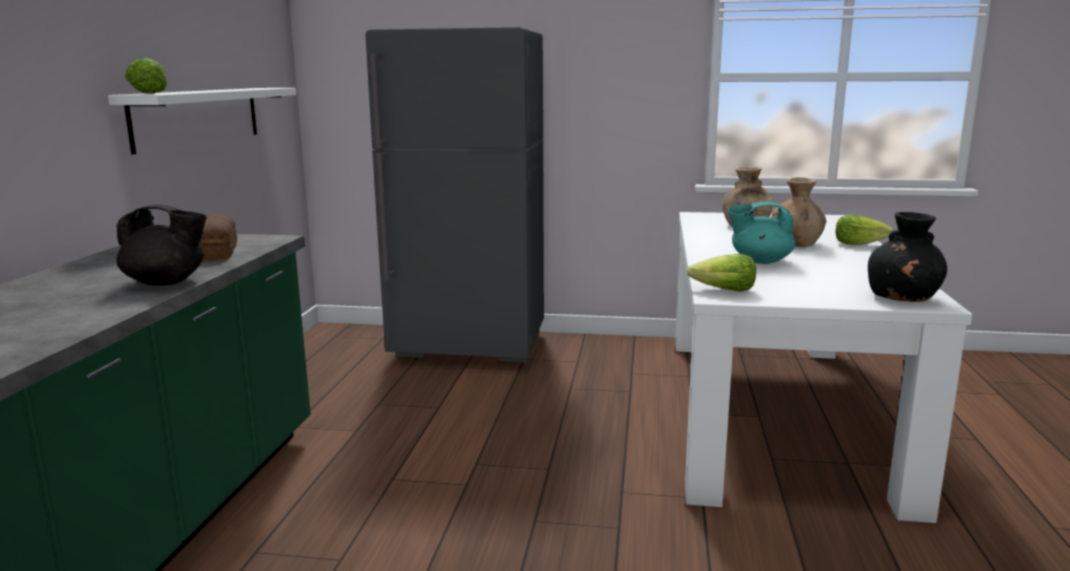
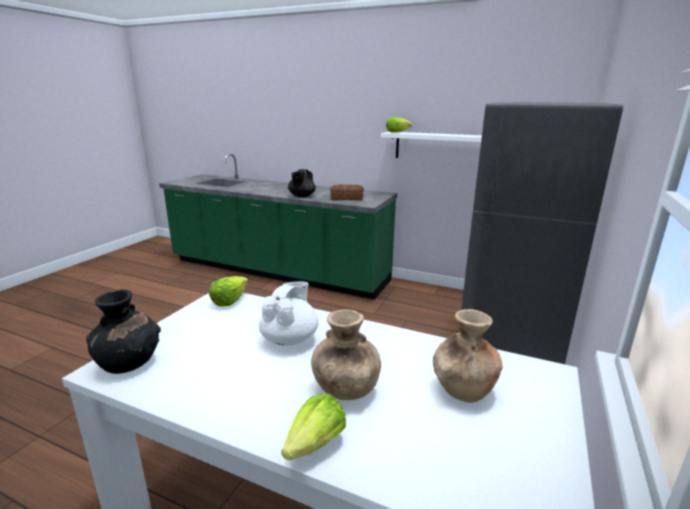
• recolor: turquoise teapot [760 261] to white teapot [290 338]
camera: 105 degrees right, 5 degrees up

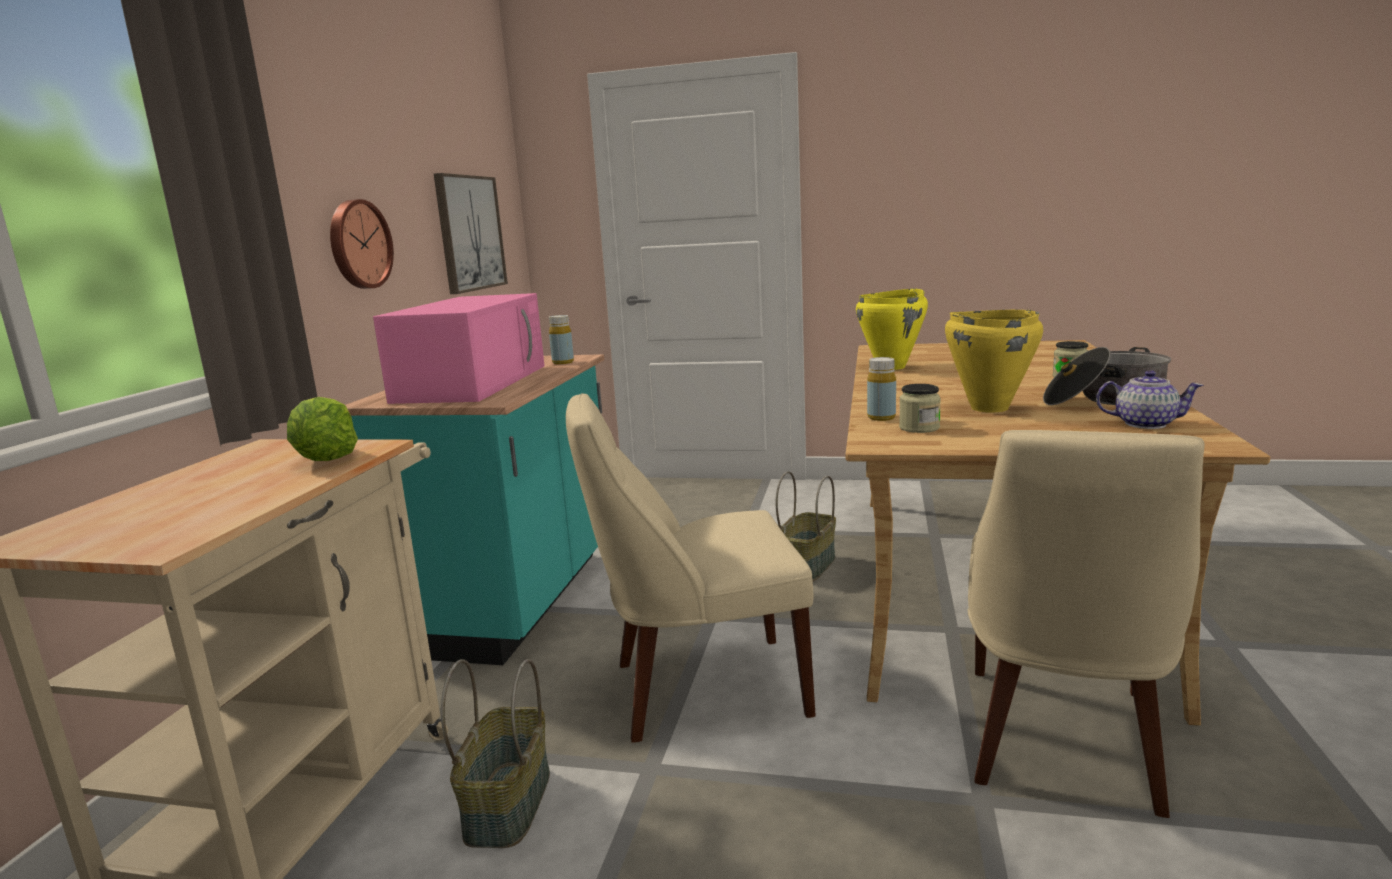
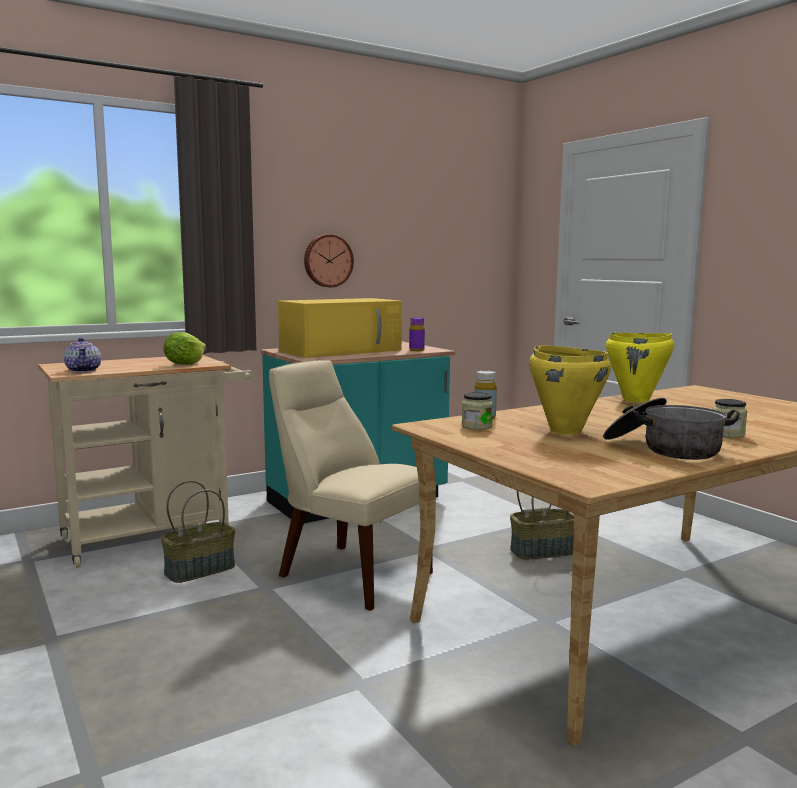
• delete: picture [469 233]
• recolor: pink microwave [473 382] to yellow microwave [342 350]
• recolor: yellow bottle [563 362] to purple bottle [416 350]
• move: teapot [1144 424] to [84 370]
• delete: beige chair [1060 742]
camera: 45 degrees right, 5 degrees down

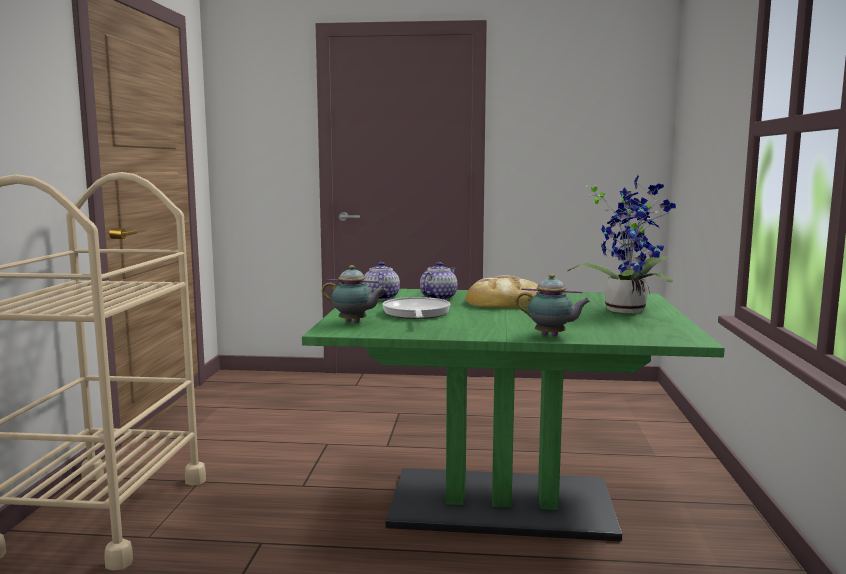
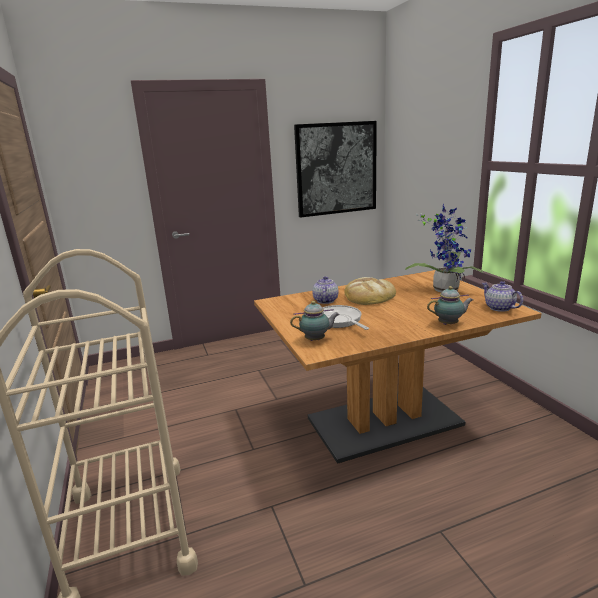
• move: teapot [380 298] to [499 308]
• recolor: green dining table [501 504] to brown dining table [384 422]
• insert: picture [336 169]
camera: 25 degrees left, 10 degrees up

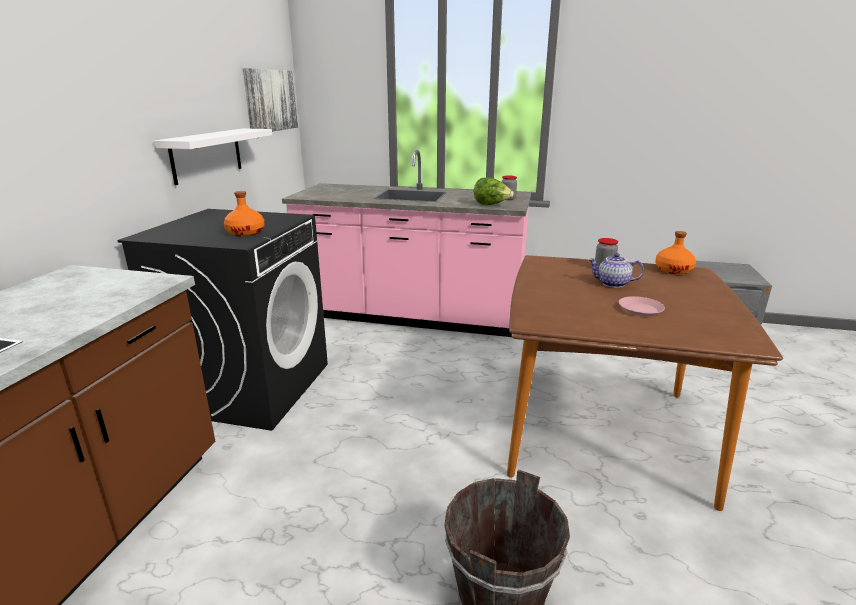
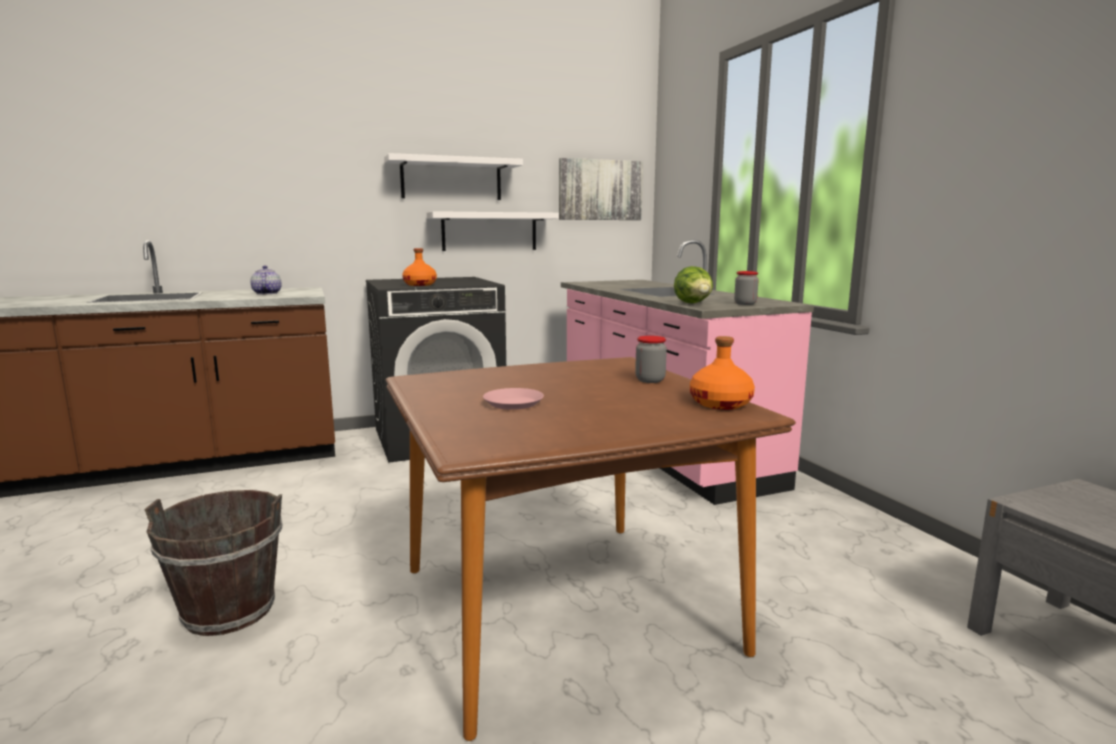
• move: teapot [612 284] to [266 293]
• insert: white shelf [451 179]
camera: 55 degrees right, 10 degrees down

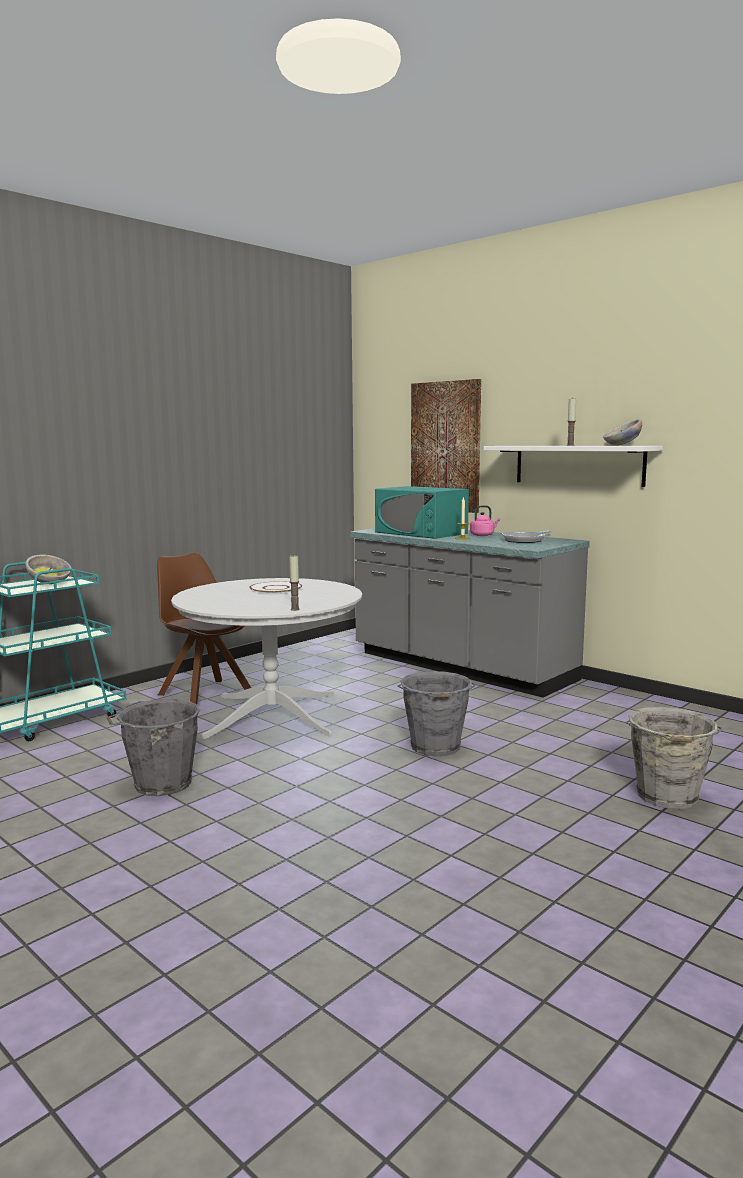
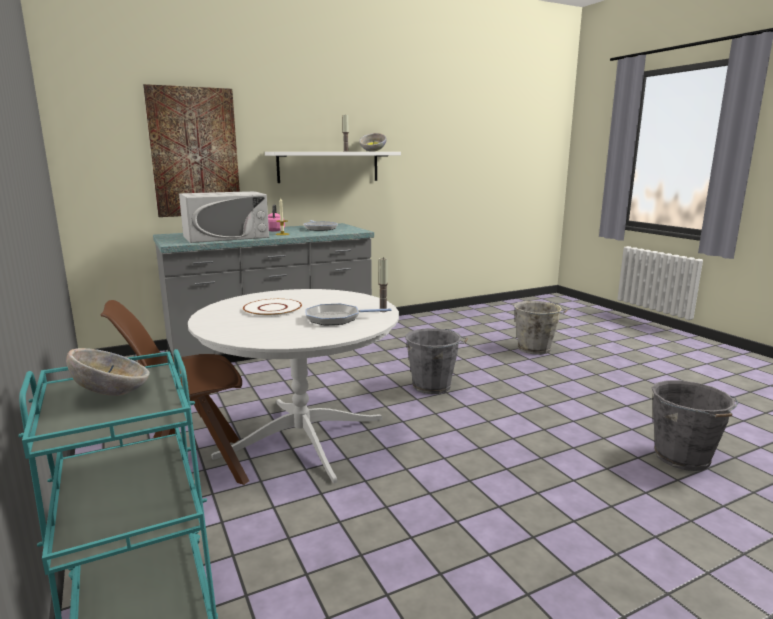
• recolor: turquoise microwave [421 533] to white microwave [226 236]
• move: grey bucket [160 784] to [683 458]
• insert: frying pan [336 318]
camera: 70 degrees left, 5 degrees up

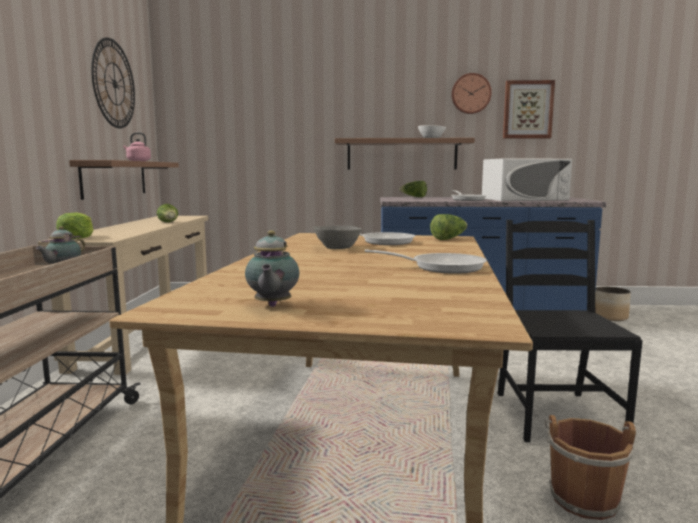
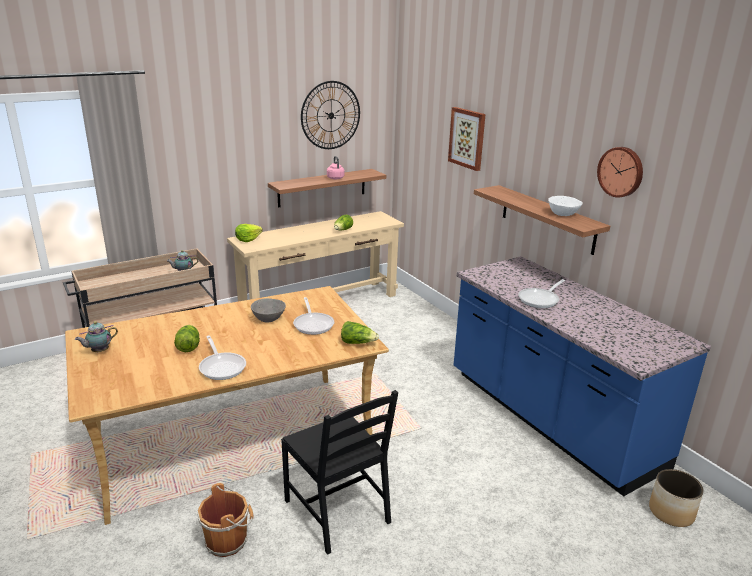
• move: picture [527 110] to [467 138]
• delete: white microwave [524 199]
• move: lettuce [414 197] to [188 346]
• rotate: black chair [555 415] = [338 511] 90 degrees clockwise
camera: 55 degrees right, 15 degrees up

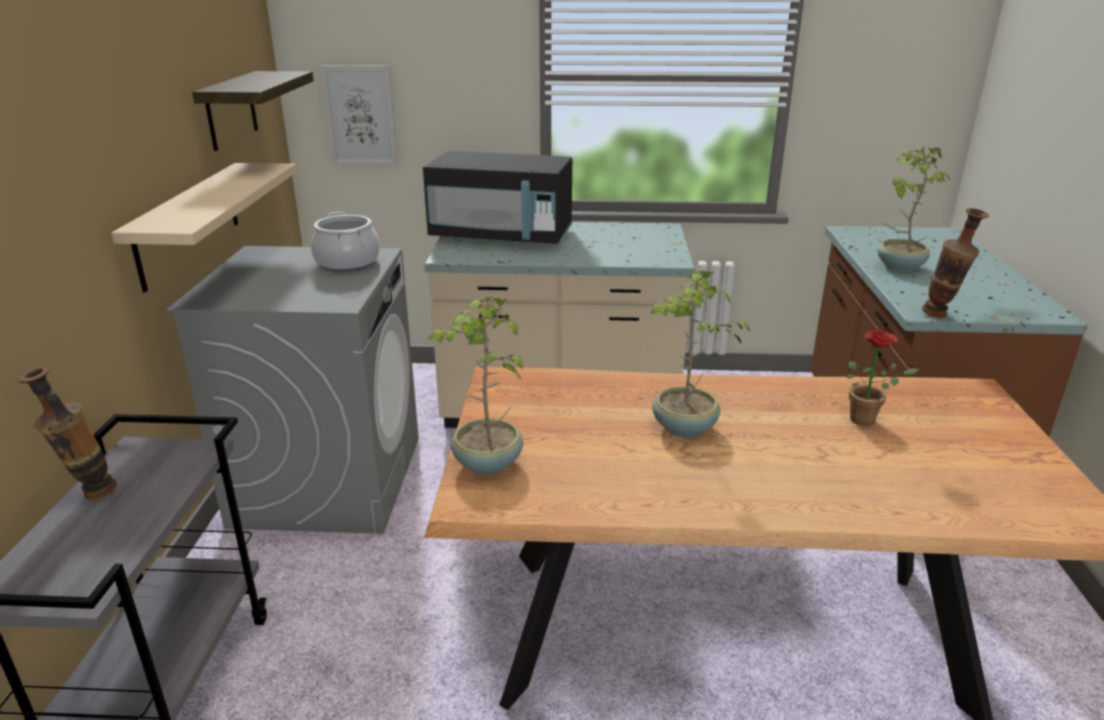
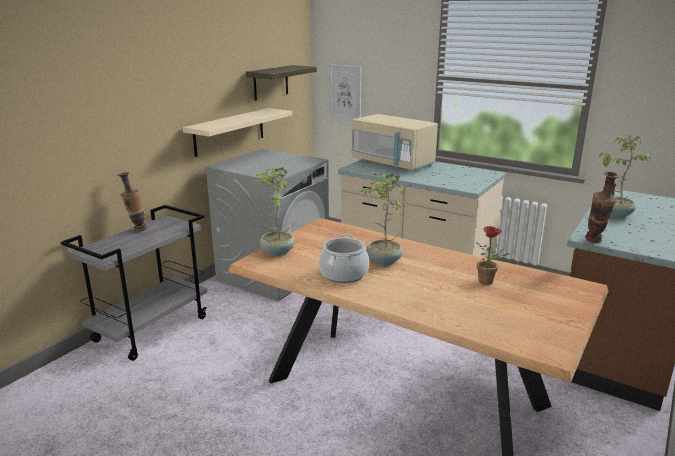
• recolor: black microwave [502 236] to beige microwave [392 163]
• move: cooking pot [347 262] to [344 274]
camera: 30 degrees right, 5 degrees down

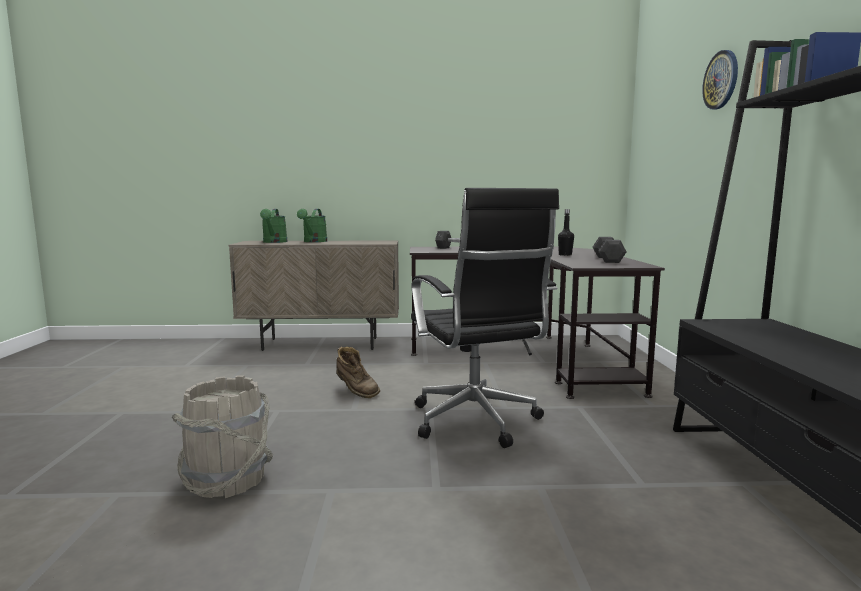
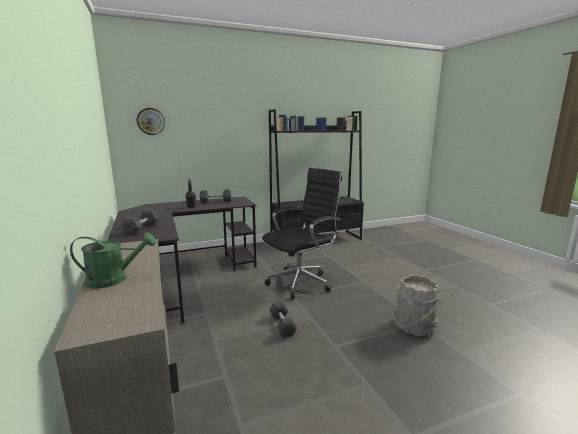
• move: wall clock [721 80] to [151 121]
• delete: green watering can [274 242]
• replace: brown boot [356 392] to grey dumbbell [282 325]
camera: 110 degrees left, 5 degrees up

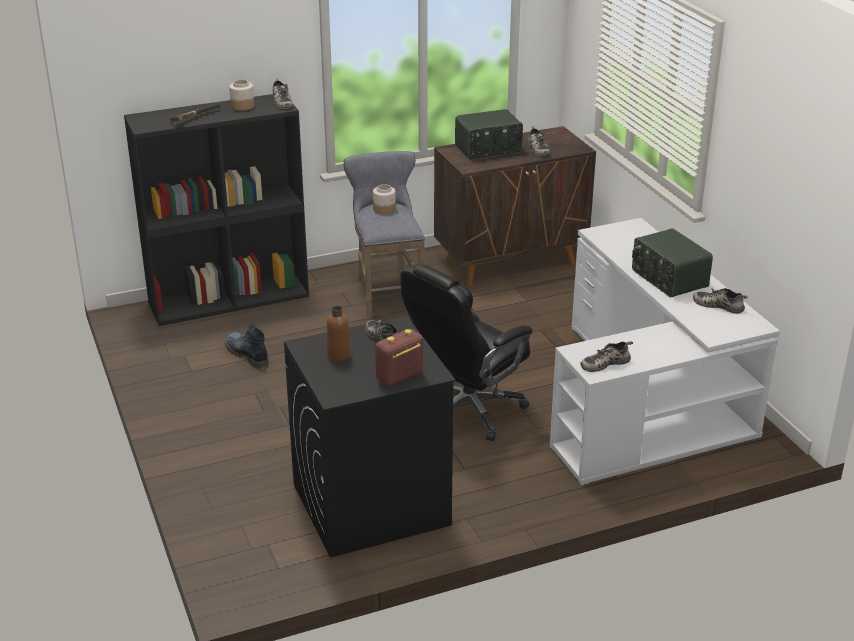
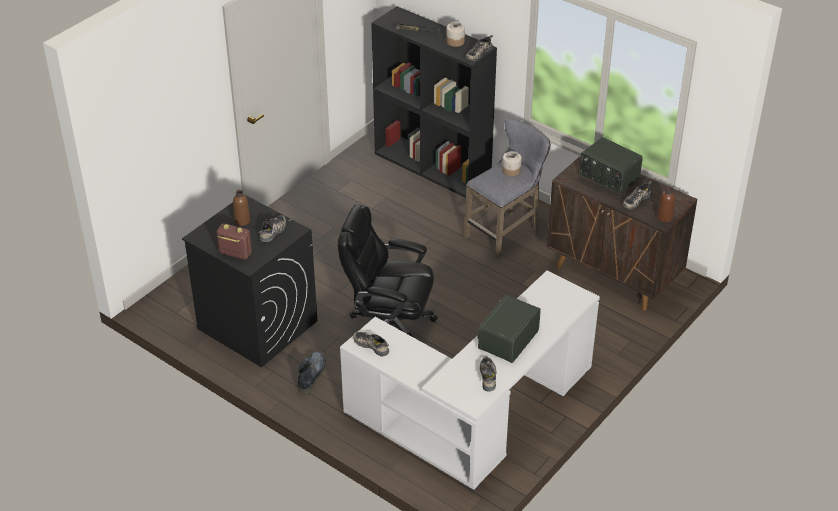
• move: boot [246 354] to [312 374]
• insert: brown bottle [664 217]
camera: 60 degrees right, 10 degrees up

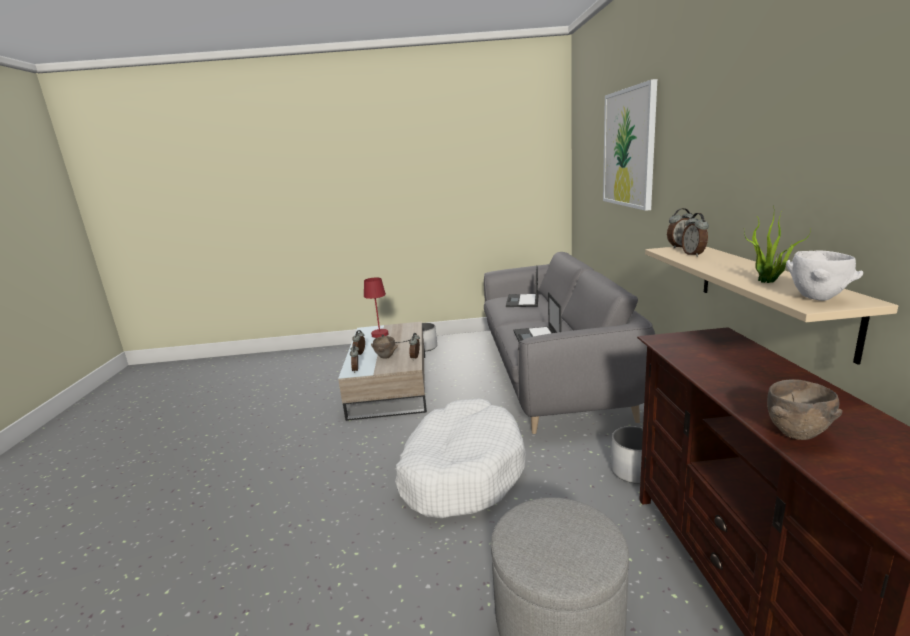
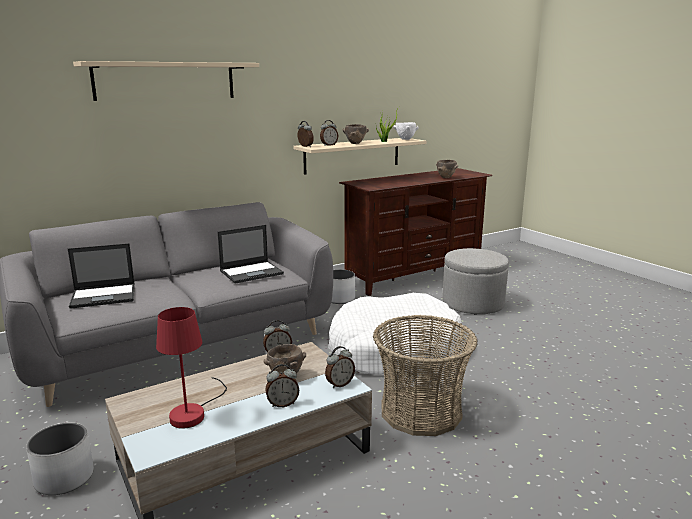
• replace: picture [629 148] to beige shelf [165 81]
• insert: brown bowl [355 143]
• insert: basket [420 411]
camera: 120 degrees left, 0 degrees up

